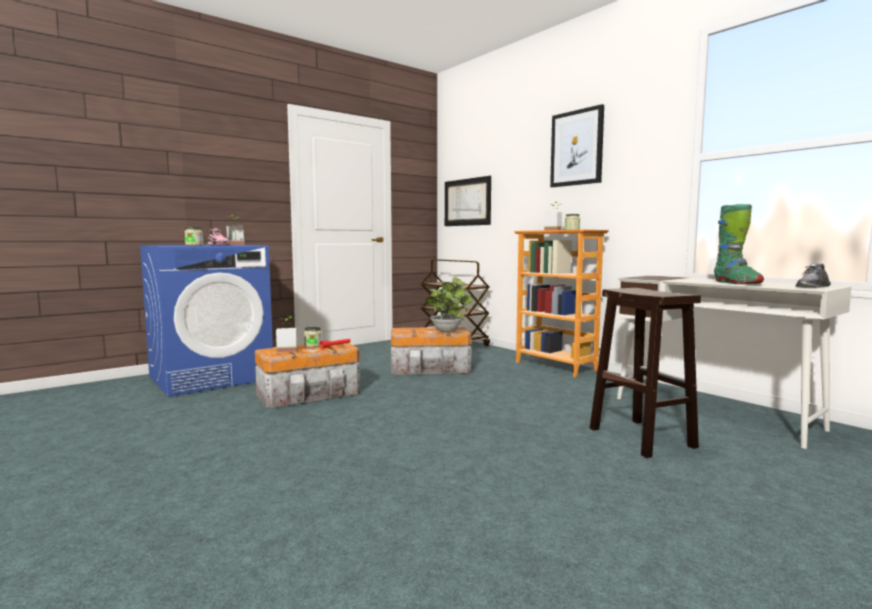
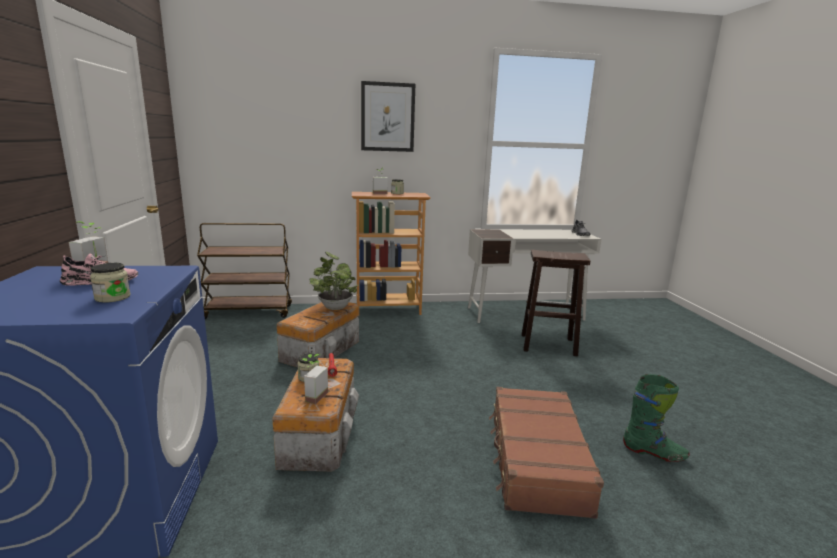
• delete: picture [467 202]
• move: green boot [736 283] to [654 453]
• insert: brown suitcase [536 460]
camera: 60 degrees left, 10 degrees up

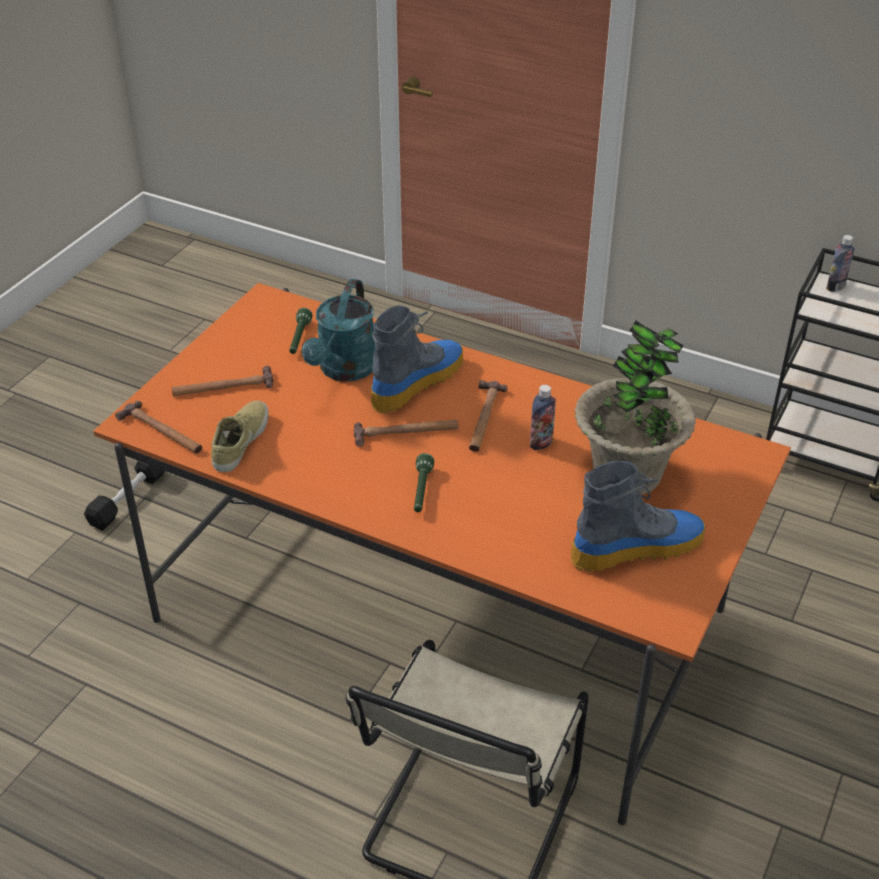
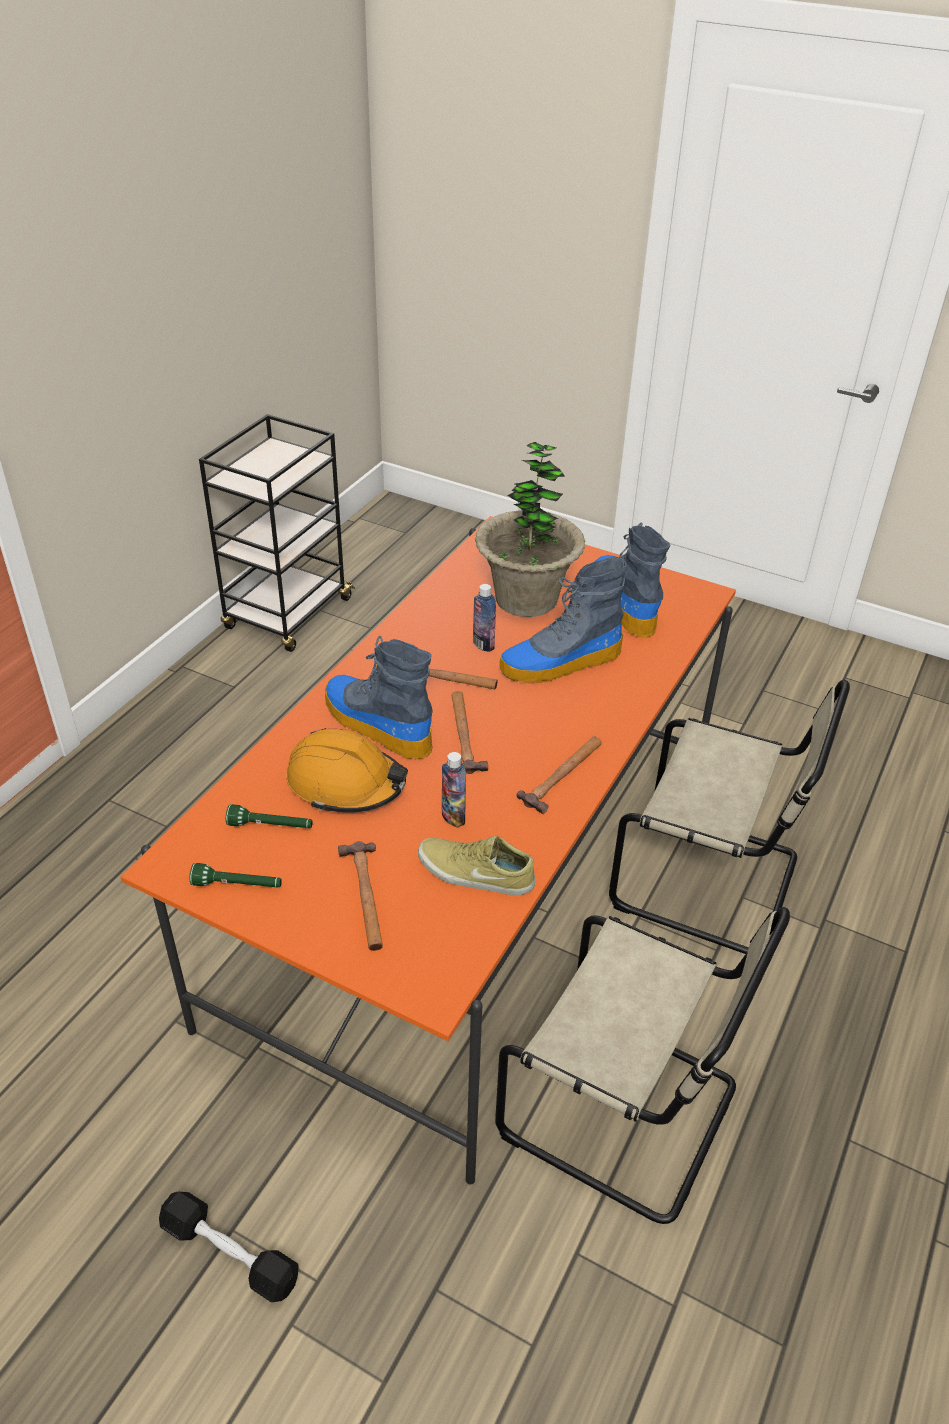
• move: bottle [835 287] to [453 817]
• replace: turquoise watering can [344 370] to orange hard hat [346 783]
• move: hammer [161 432] to [563 775]
• move: green flashlight [421 491] to [238 885]
• insert: boot [560 663]
• insert: beige chair [627 1112]
camera: 90 degrees left, 0 degrees up

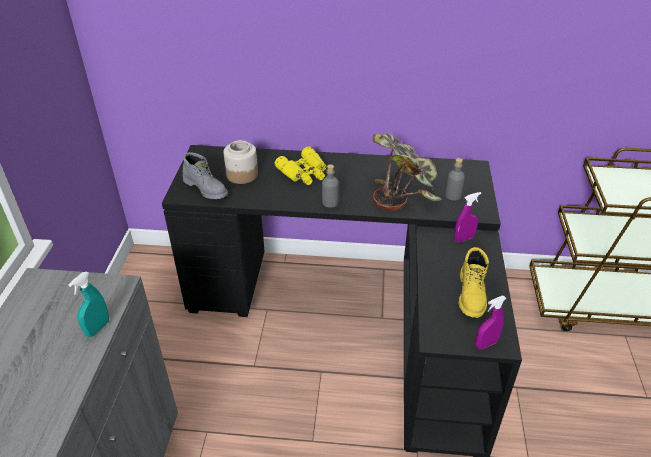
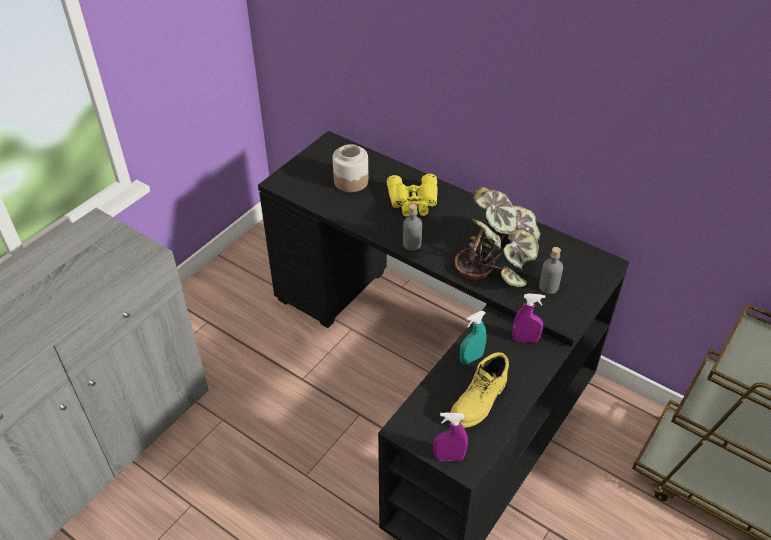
• delete: grey boot [206 188]
• move: turquoise spray bottle [98 328] to [471 358]
camera: 30 degrees right, 5 degrees up

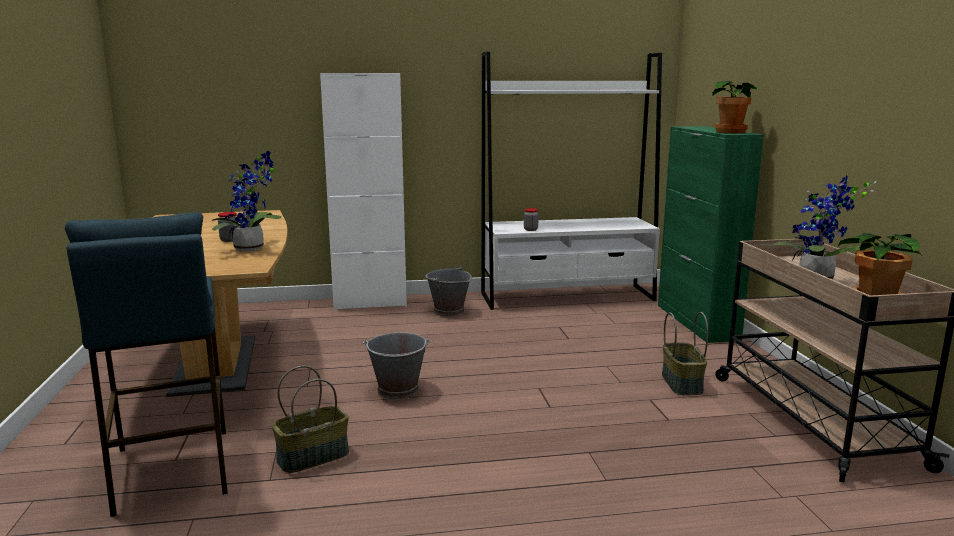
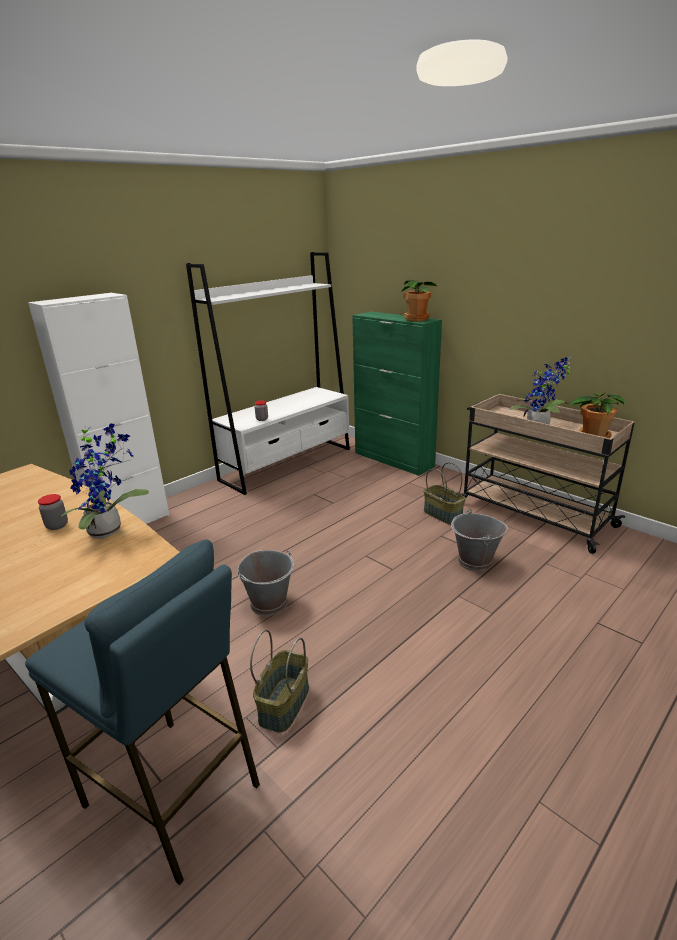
• move: grey bucket [448 311] to [475 561]
camera: 35 degrees left, 10 degrees up

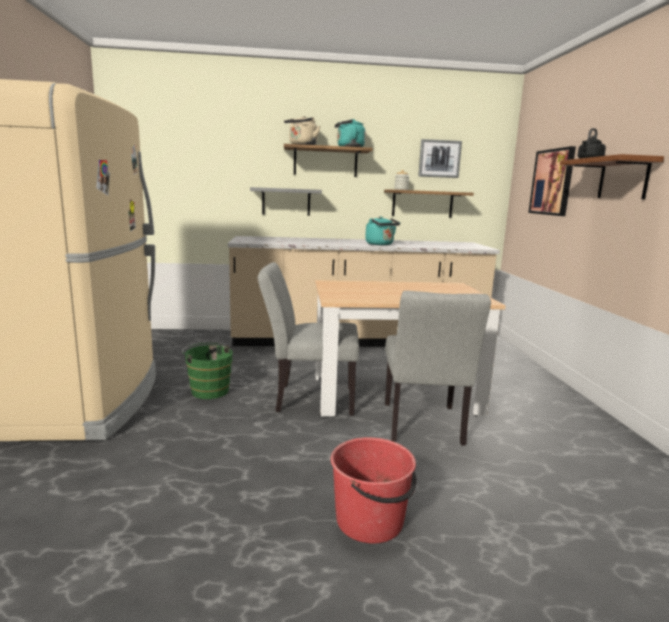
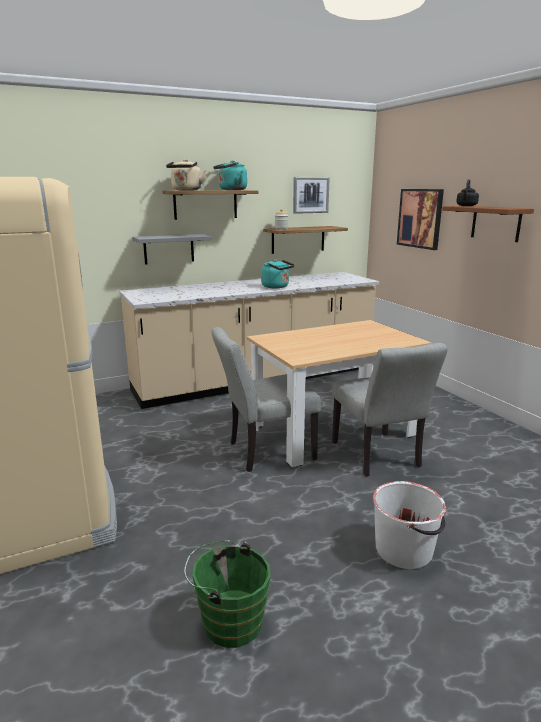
• move: green bucket [208 390] to [228 621]
• recolor: red bucket [370 521] to white bucket [404 550]
camera: 20 degrees left, 5 degrees up

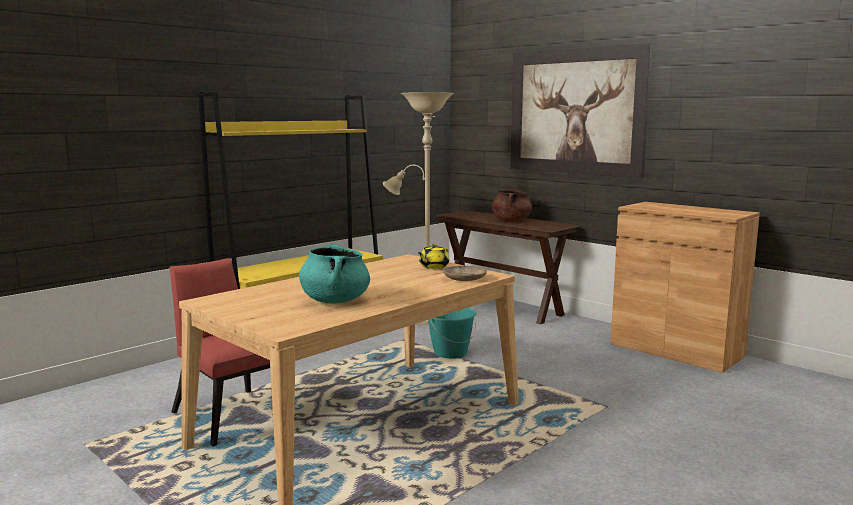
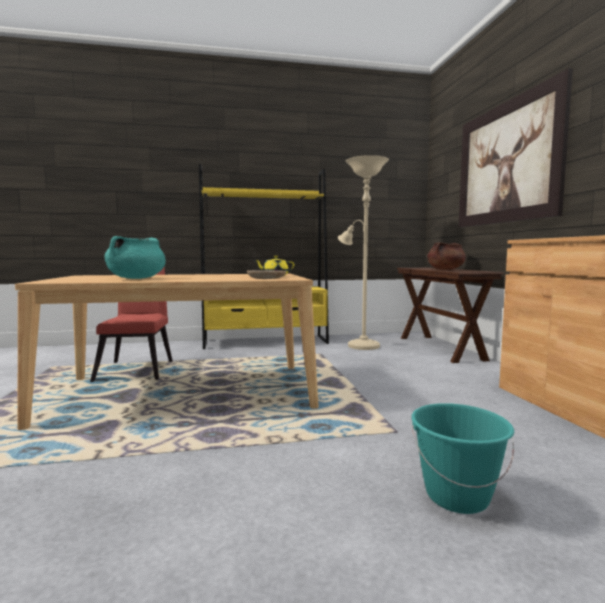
• move: turquoise bucket [450 353] to [457 496]
camera: 35 degrees right, 5 degrees down

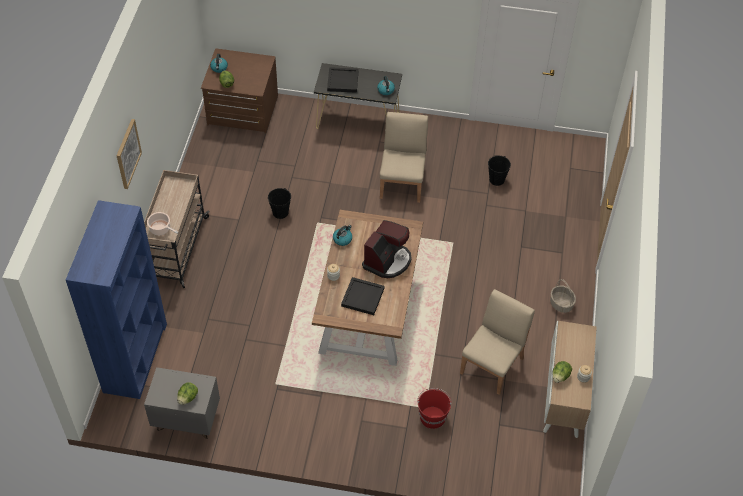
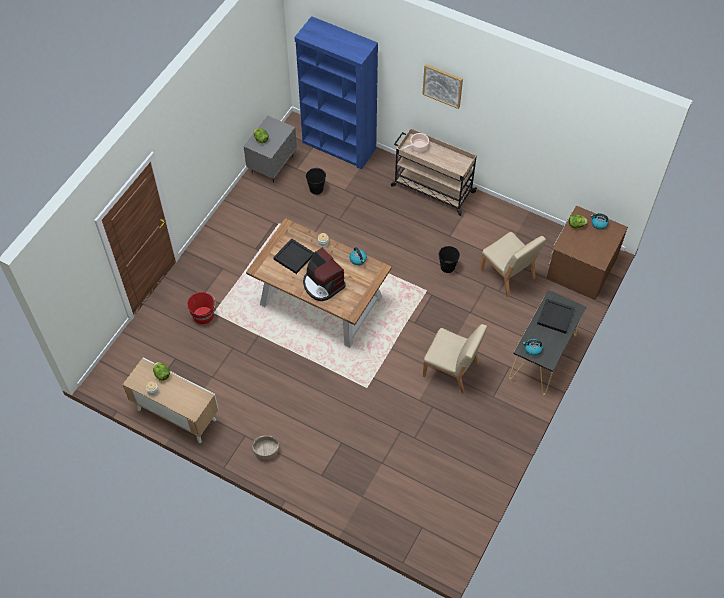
• move: black bucket [497 179] to [316 189]
• move: beige chair [492 365] to [507 274]
camera: 110 degrees right, 5 degrees up

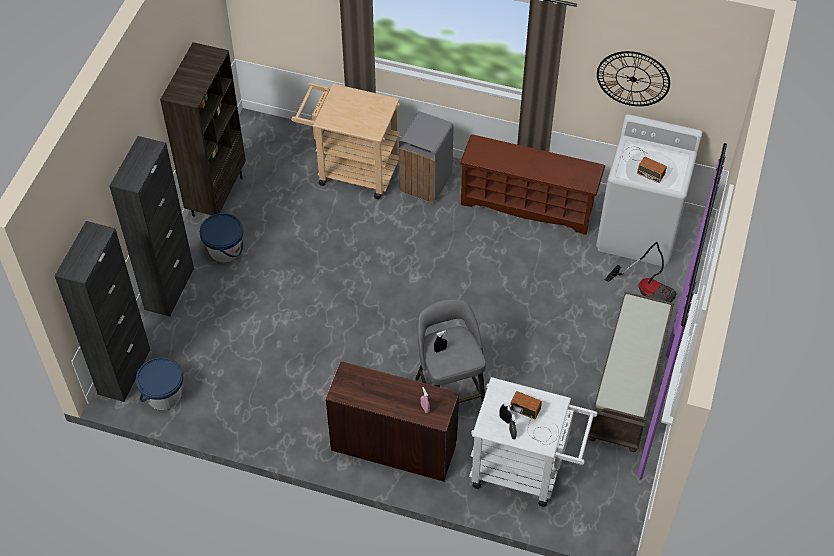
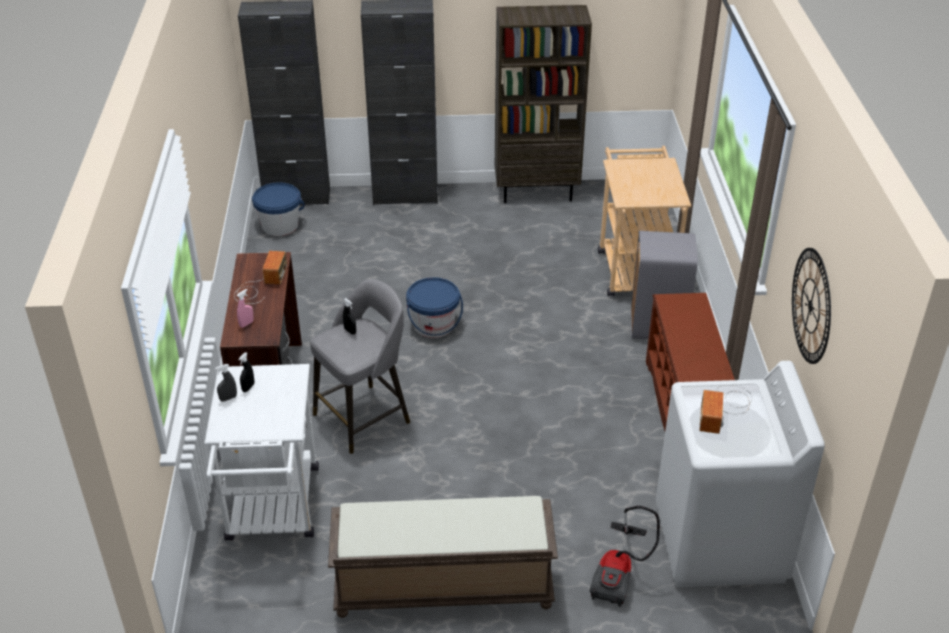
• move: blue bucket [225 249] to [434 325]
• move: radio [535 423] to [260 285]
camera: 70 degrees right, 15 degrees down

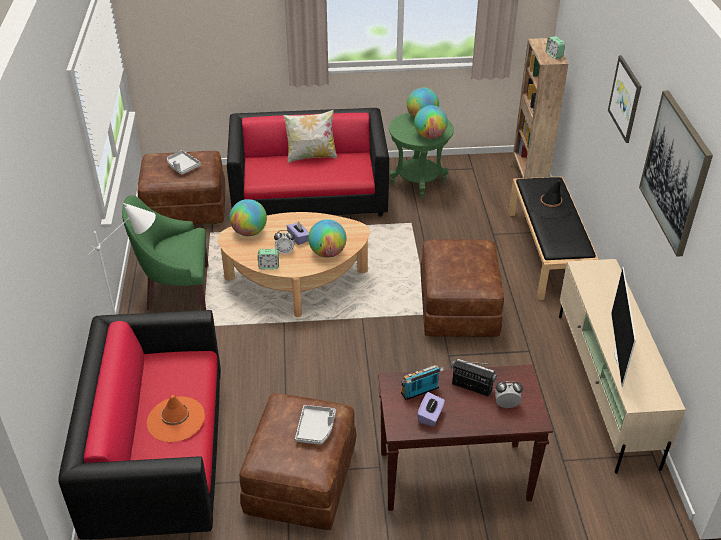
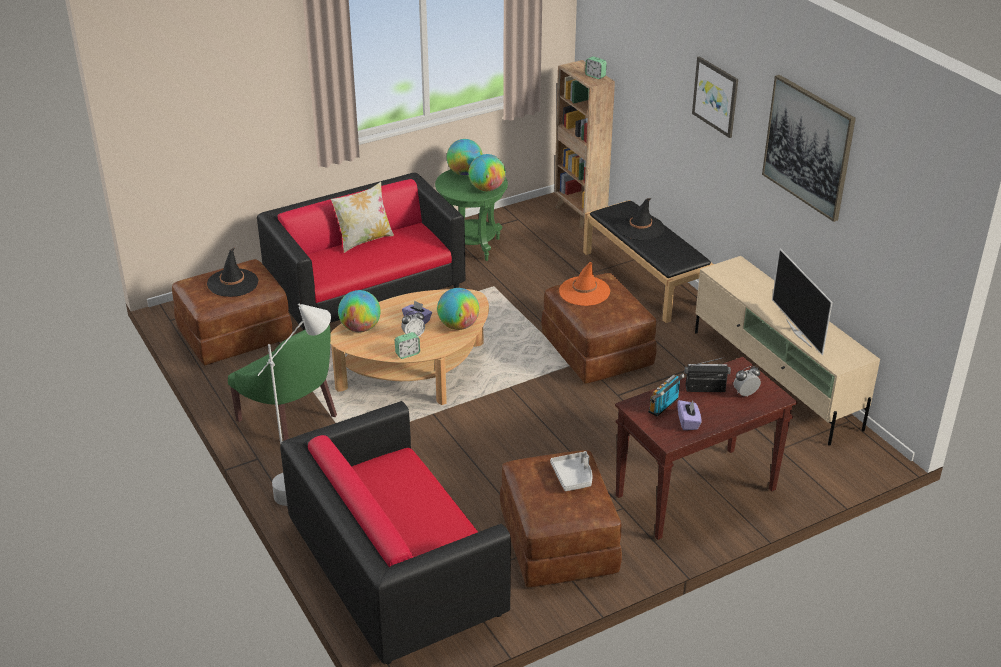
• replace: grey tray [182 166] to black hat [233 283]
• rotate: green armchair [177 290] = [292 416] 105 degrees counterclockwise
• move: orange hat [176 419] to [584 291]
camera: 25 degrees left, 5 degrees down

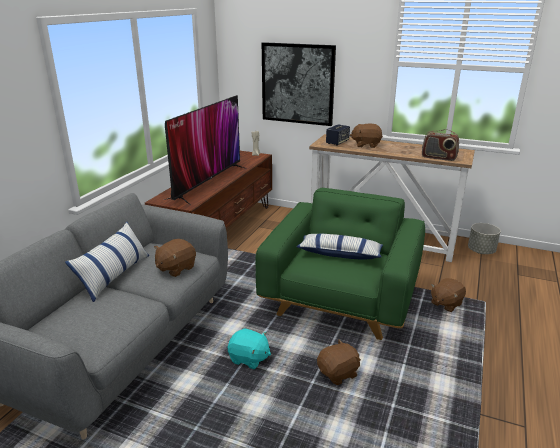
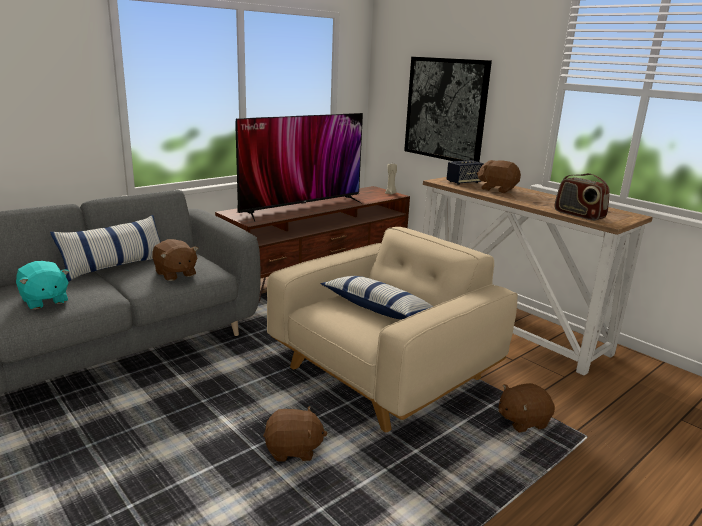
• recolor: green armchair [341 299] to beige armchair [384 373]
• delete: grey planter [481 251]
• rotate: brown plush toy [175 268] = [175 274] 105 degrees counterclockwise
• move: turquoise plush toy [249 359] to [44 301]
camera: 25 degrees right, 5 degrees down

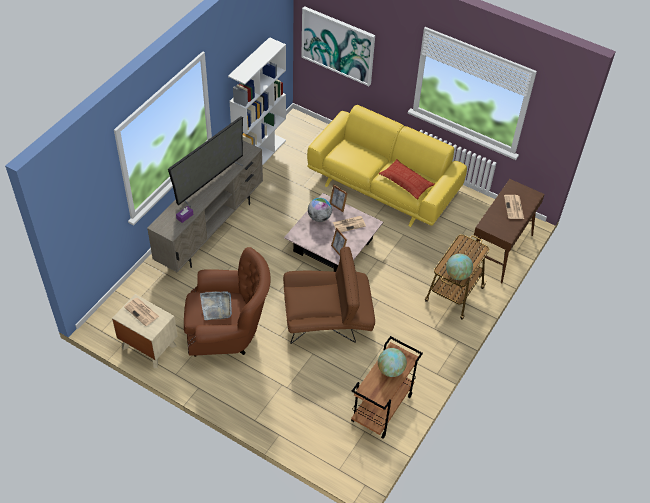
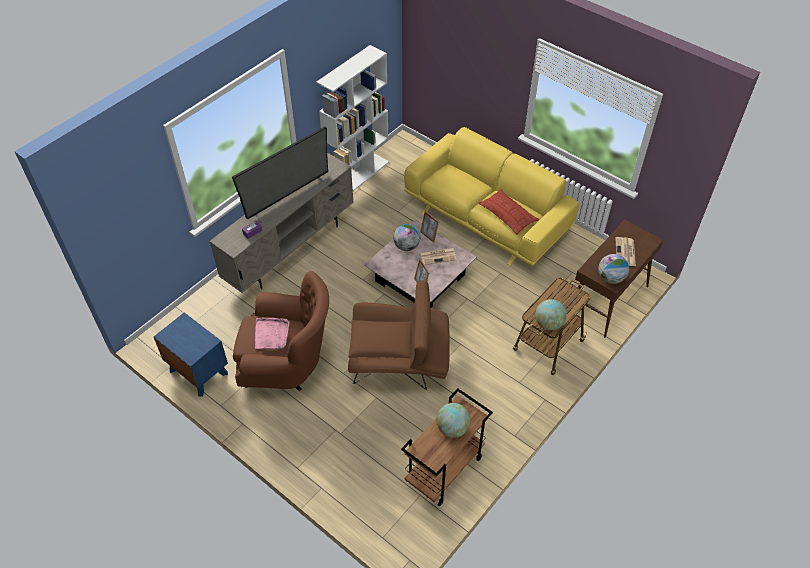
• delete: picture [338 45]
• recolor: grey tray [216 306] to pink tray [271 334]
• recolor: beige nightstand [148 346] to blue nightstand [198 371]
• delete: newspaper [142 312]
• insert: globe [610 278]
camera: 10 degrees right, 0 degrees up

